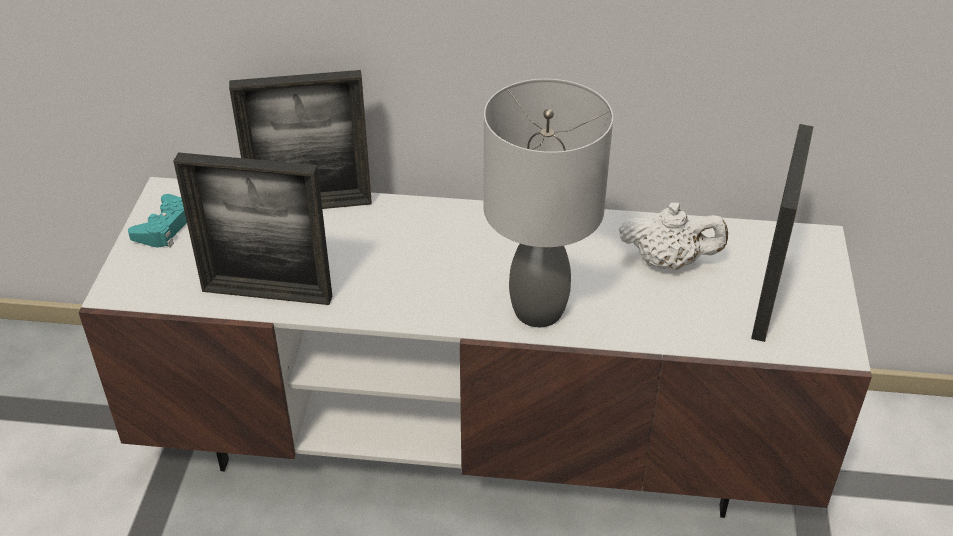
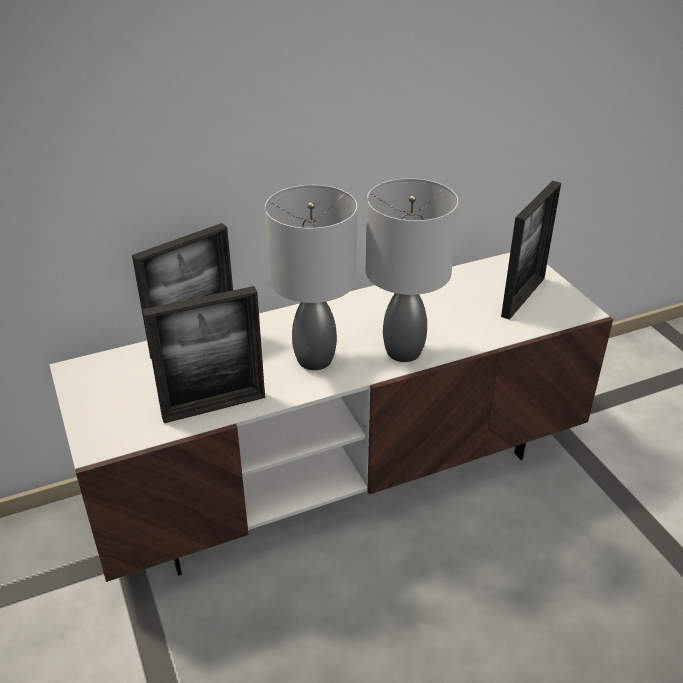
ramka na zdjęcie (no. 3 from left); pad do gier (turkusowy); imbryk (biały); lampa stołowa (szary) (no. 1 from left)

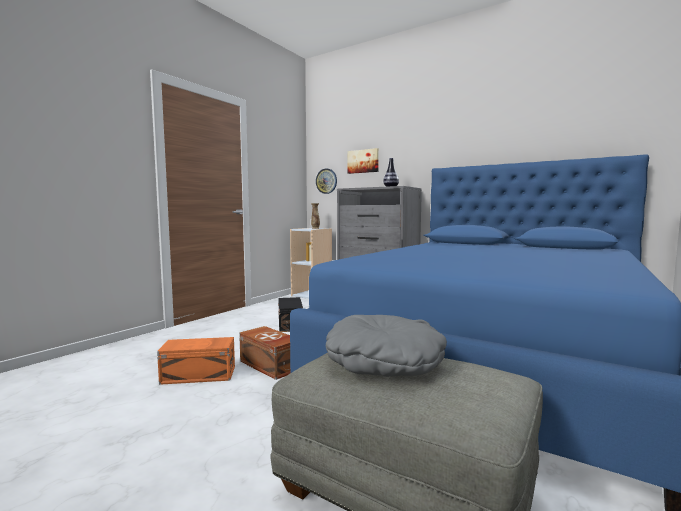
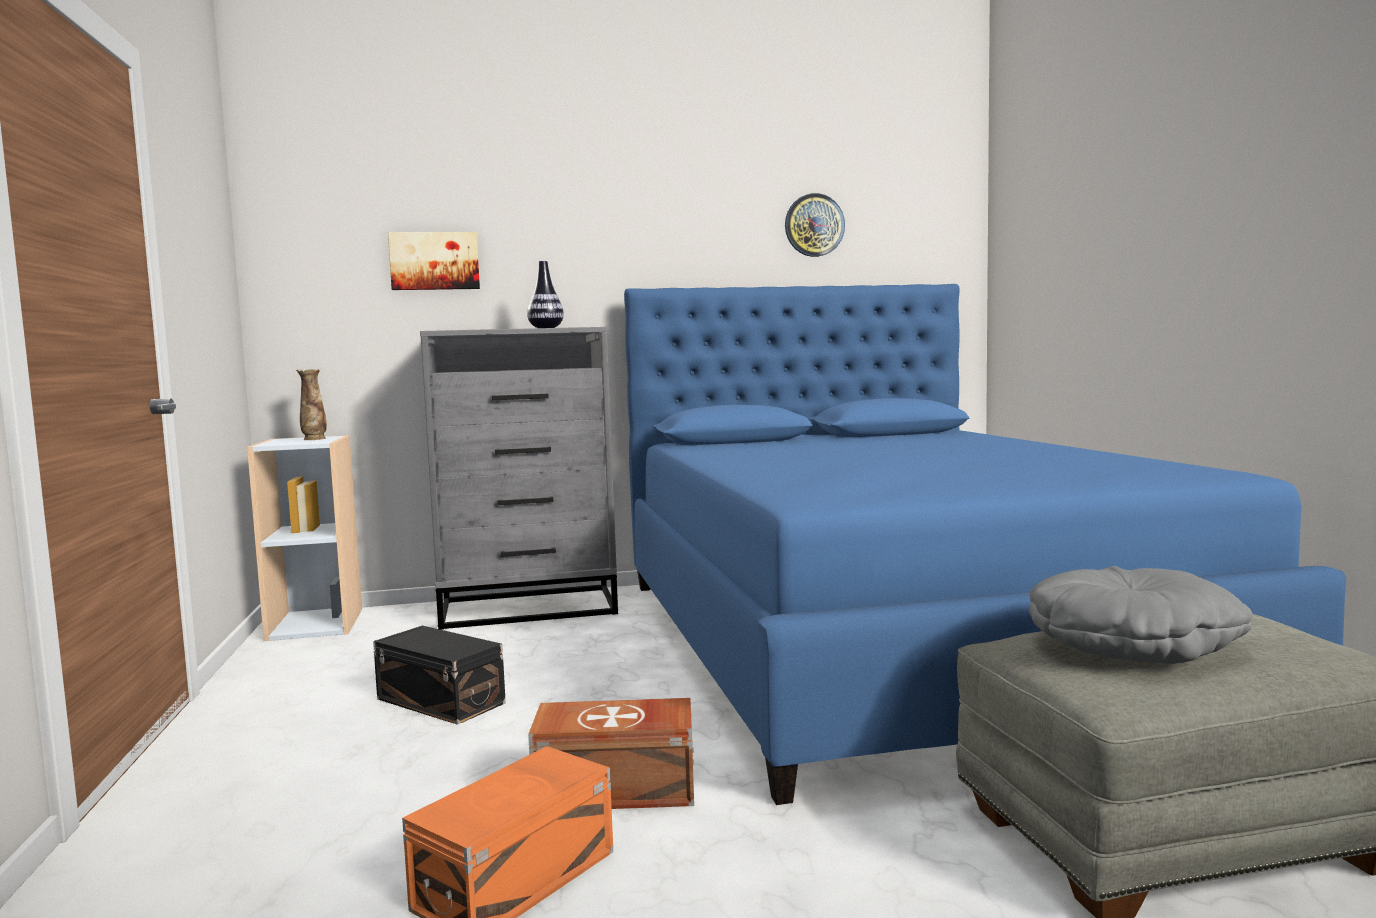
zegar ścienny

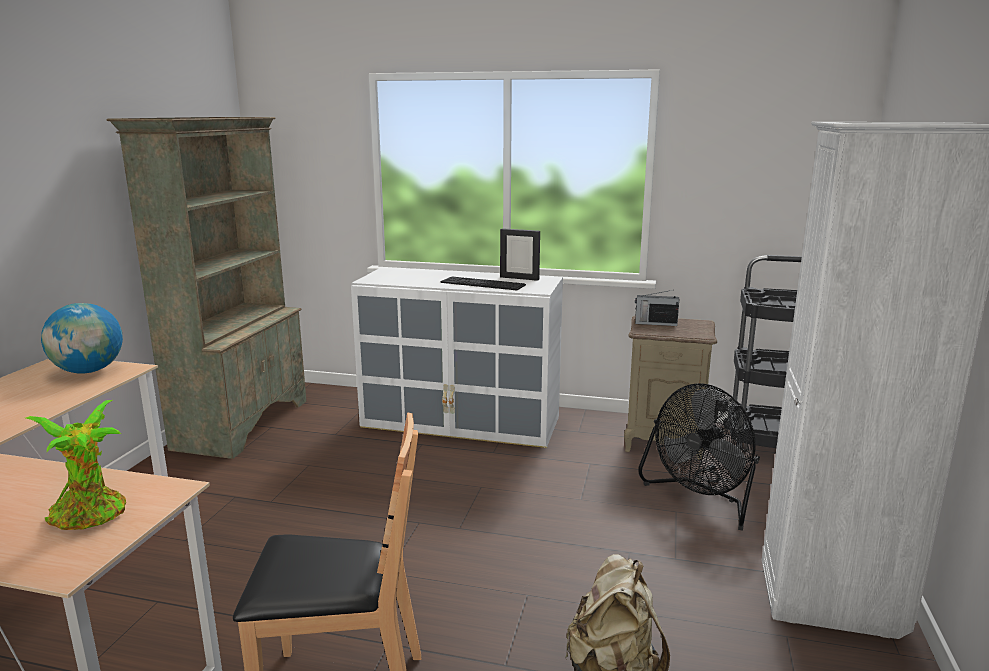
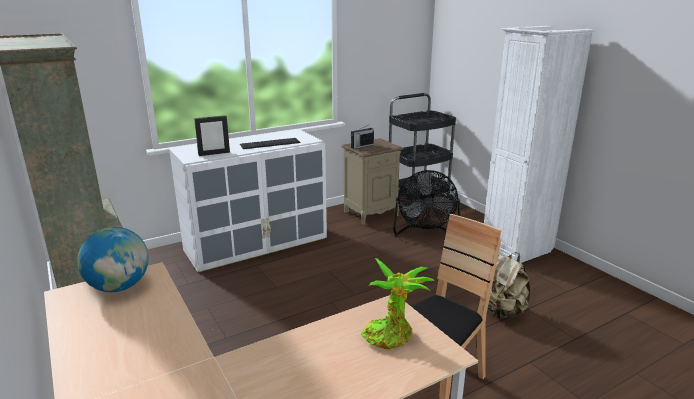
ramka na zdjęcie

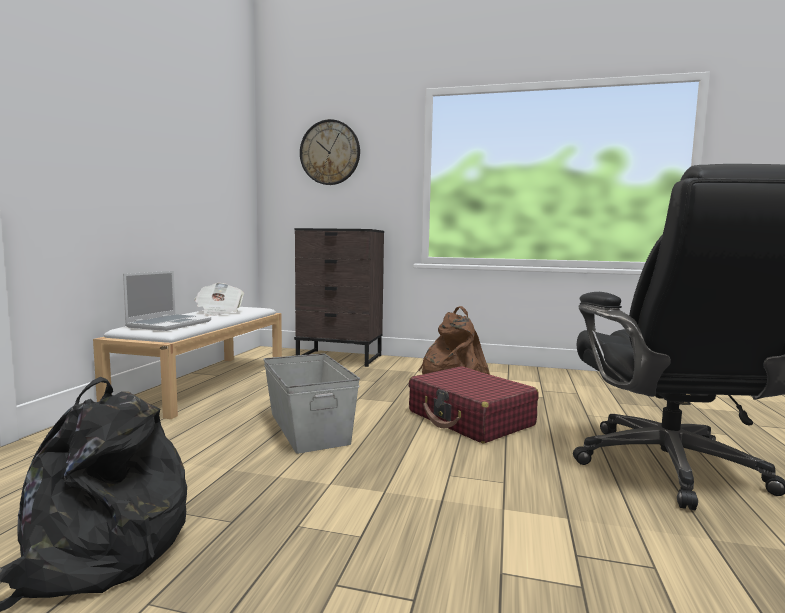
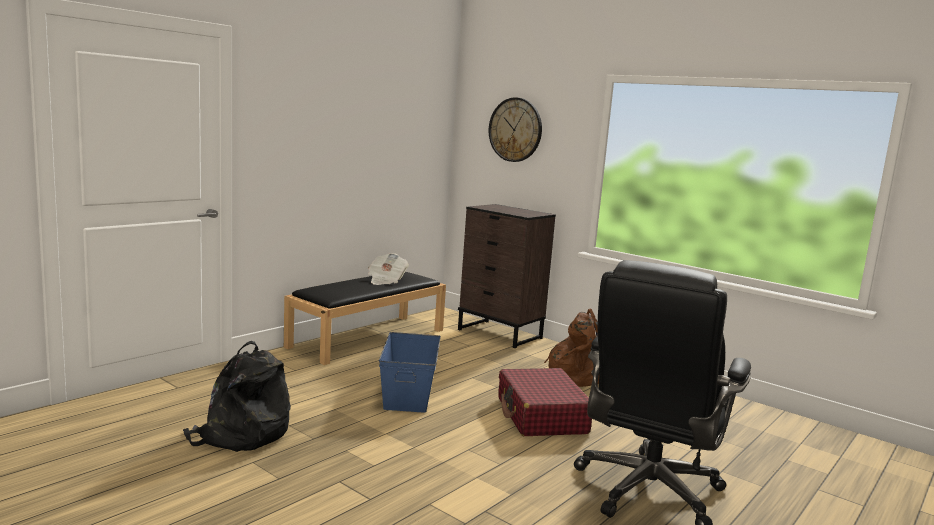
laptop; ławka (czarny); pojemnik do przechowywania (niebieski)

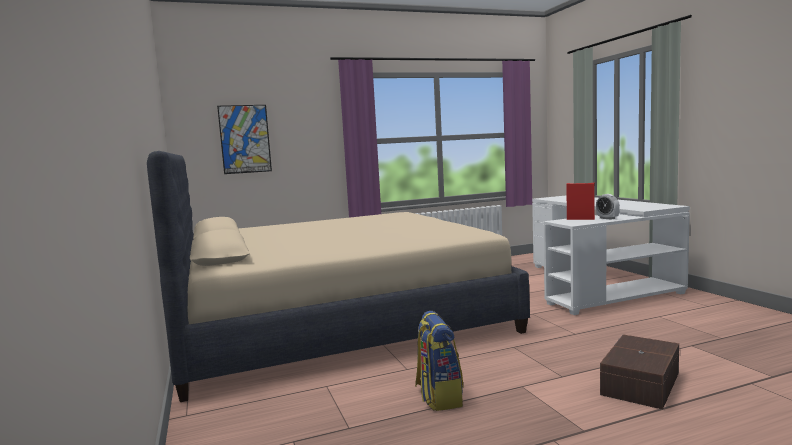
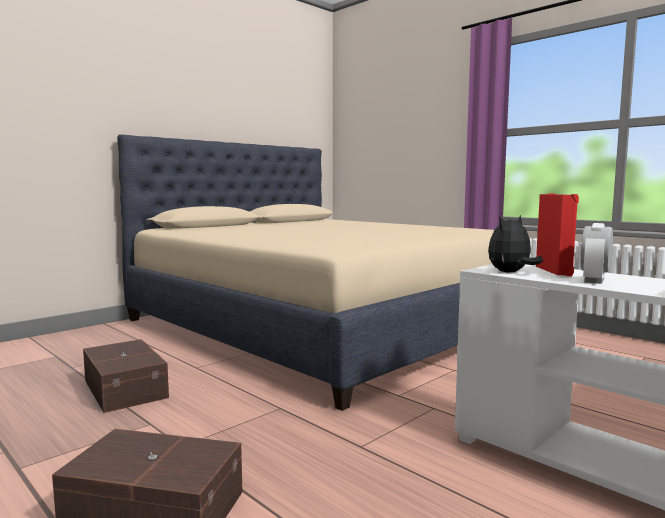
obraz; pojemnik do przechowywania (brązowy) (no. 1 from left); pluszak

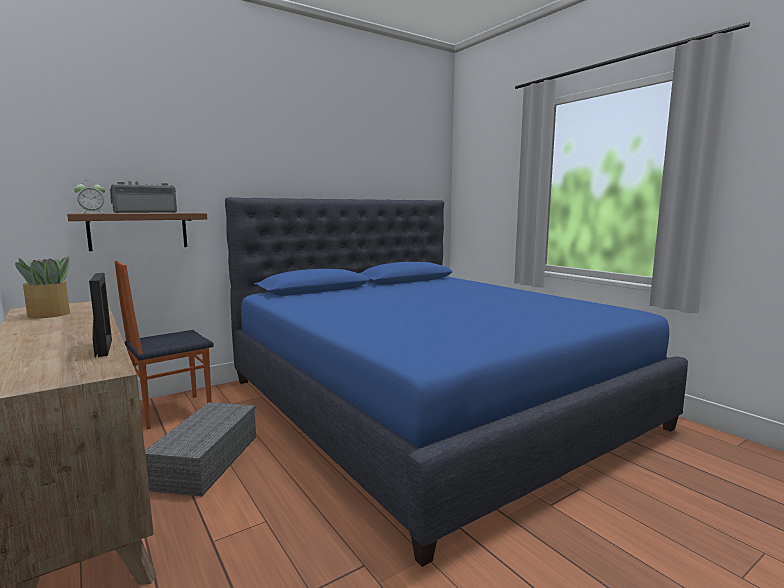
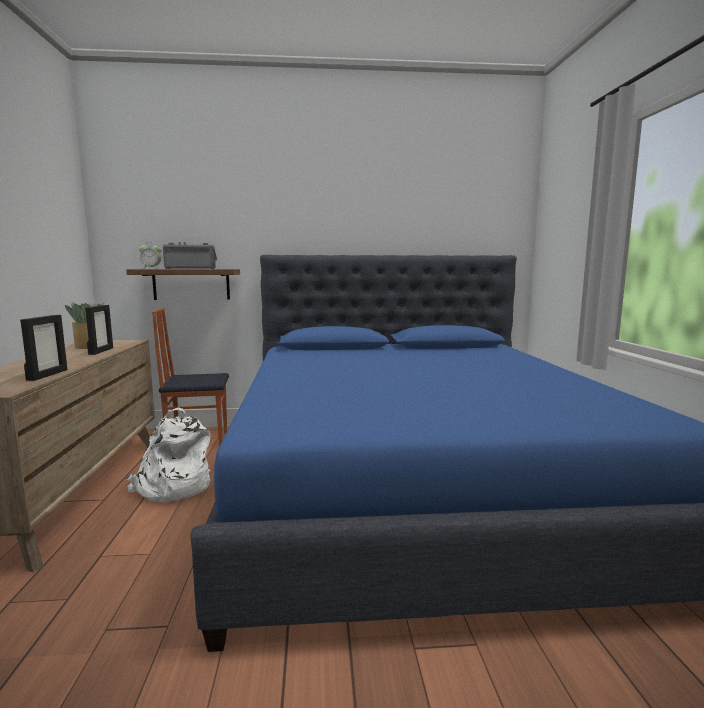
plecak (biały); ramka na zdjęcie (no. 2 from left)

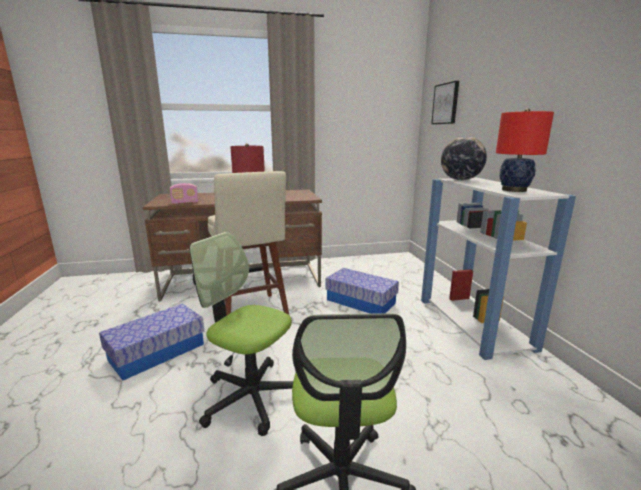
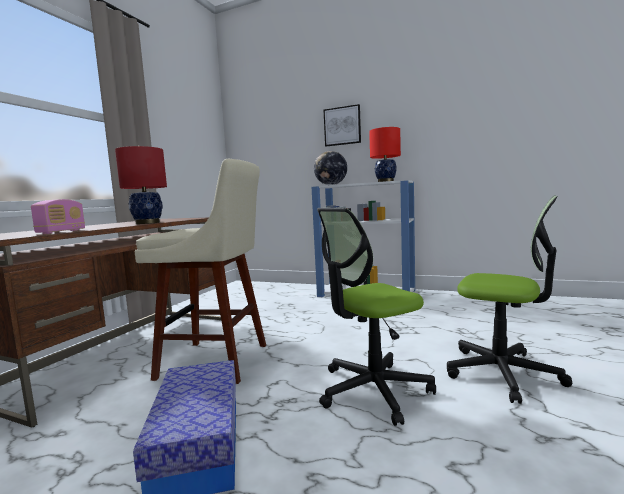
obraz; pojemnik do przechowywania (no. 2 from left in the first image)

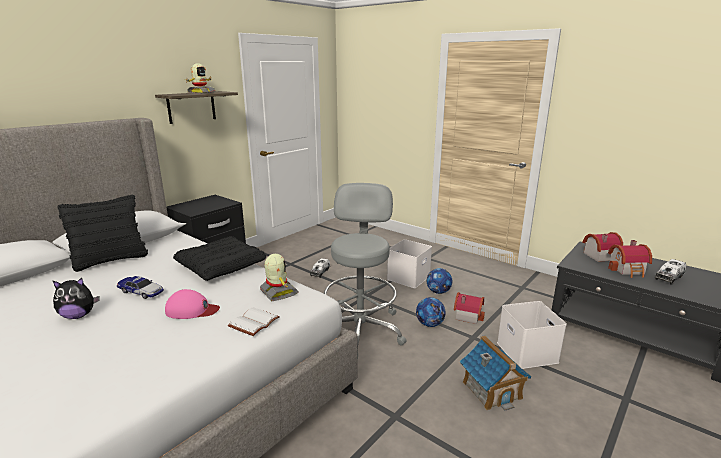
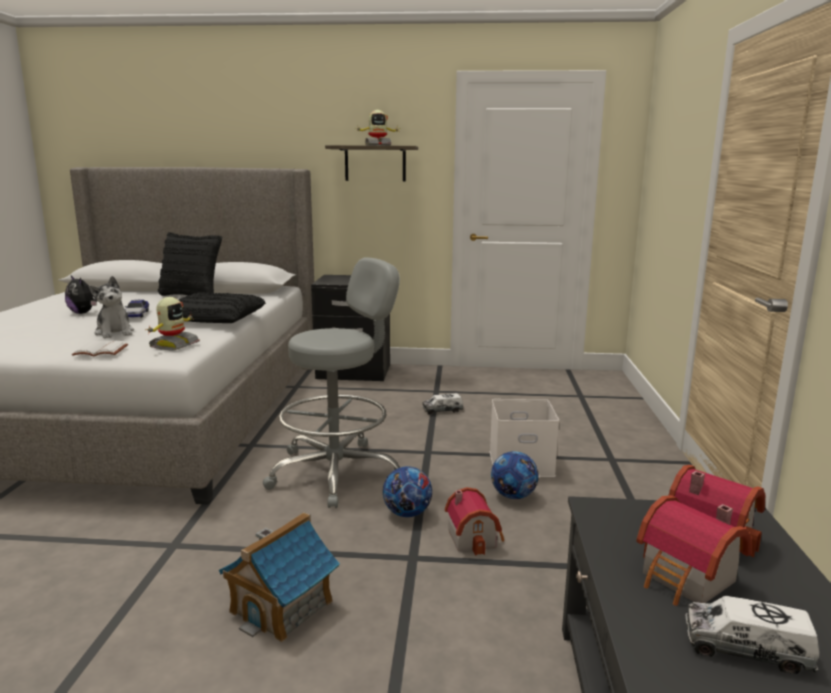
pluszak (no. 2 from left); pojemnik do przechowywania (biały) (no. 2 from left in the first image)

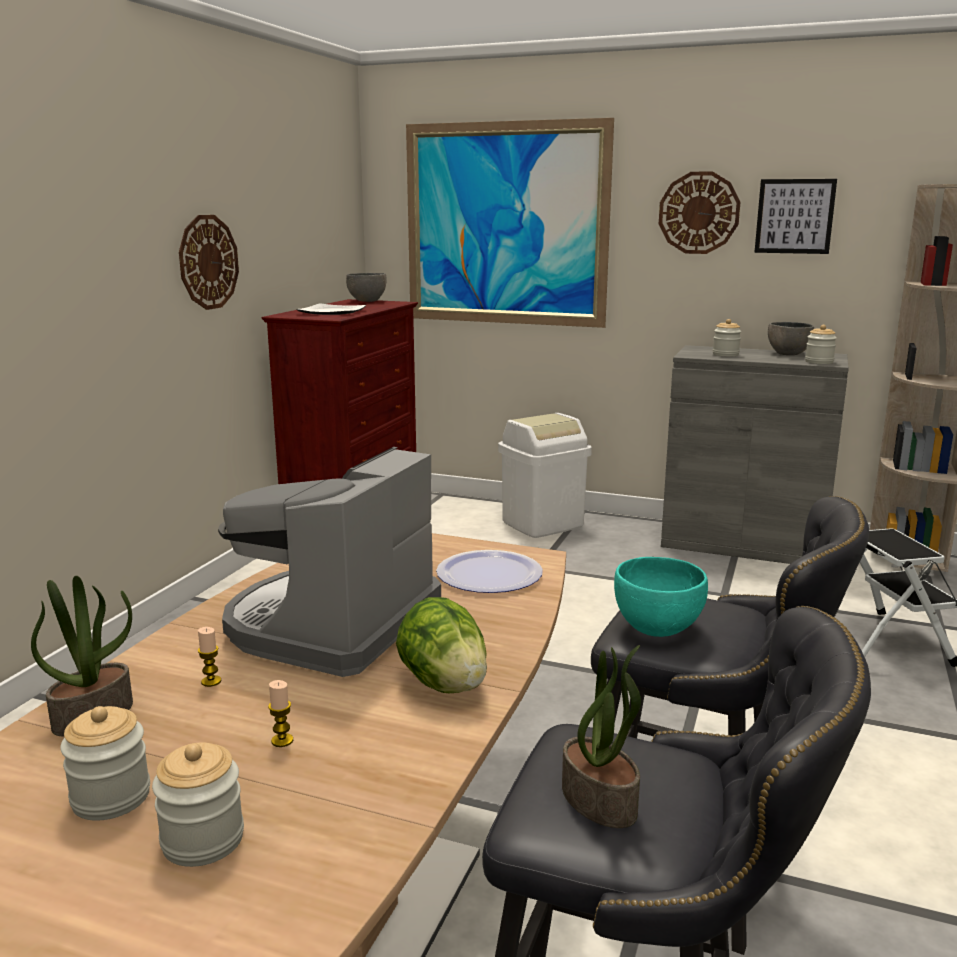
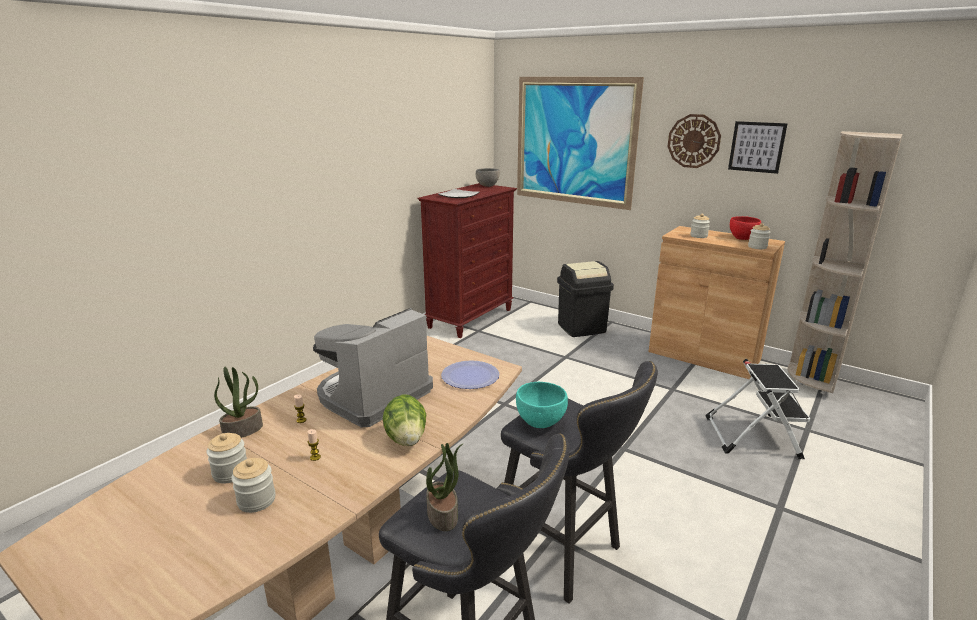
zegar ścienny (no. 1 from left in the first image); miska (czerwony); szafka (brązowy); kosz na śmieci (czarny)

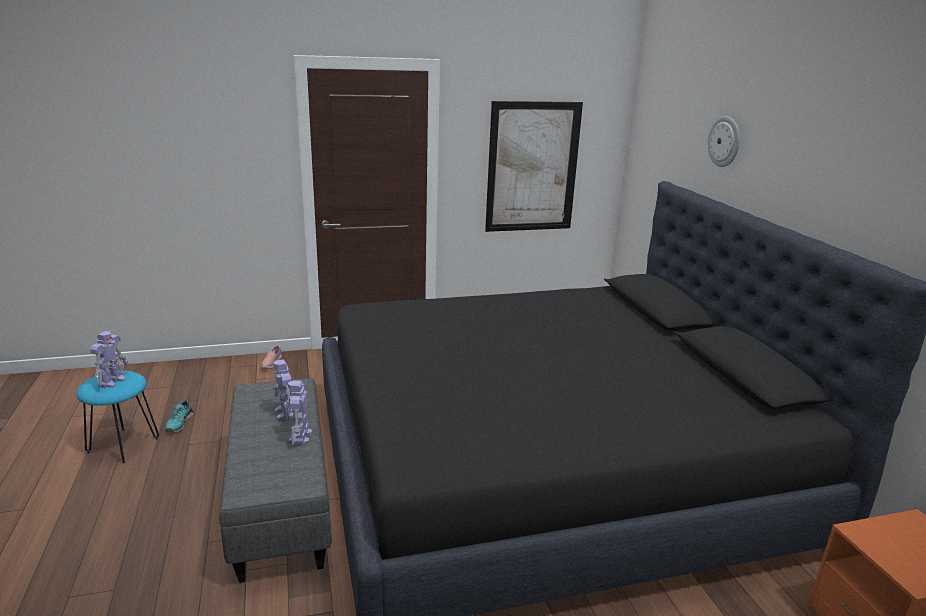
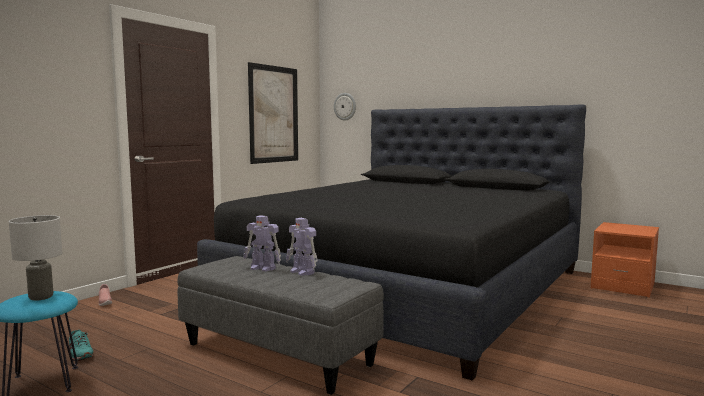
zegar ścienny; lampa stołowa (biały)

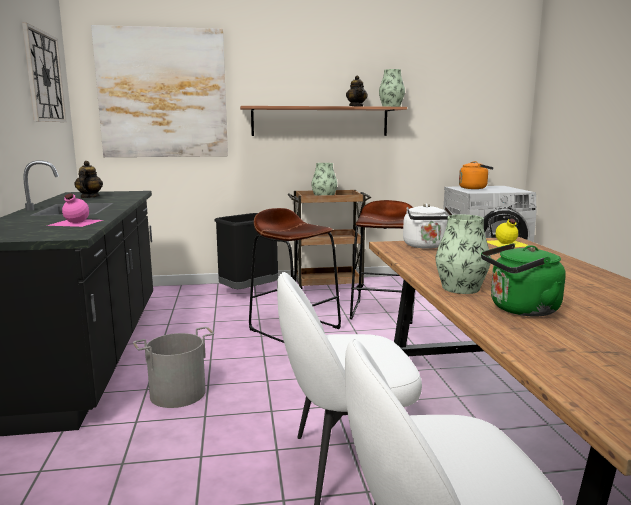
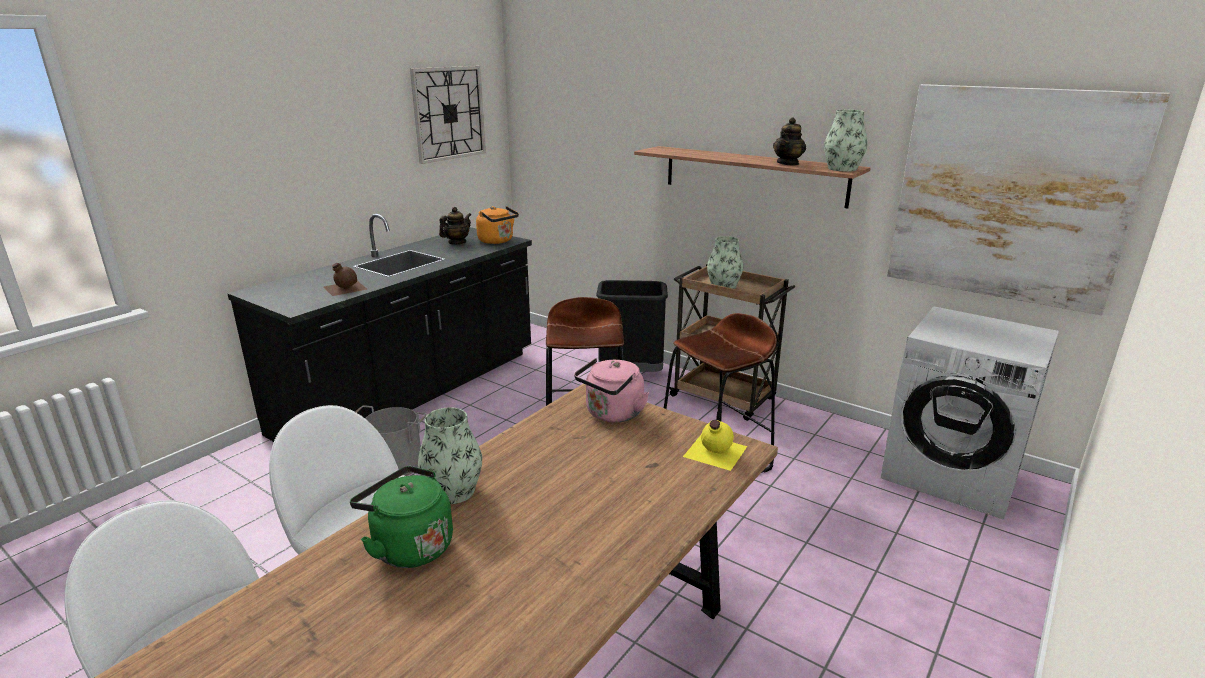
obraz; czajnik (pomarańczowy); butelka (brązowy); czajnik (różowy)

